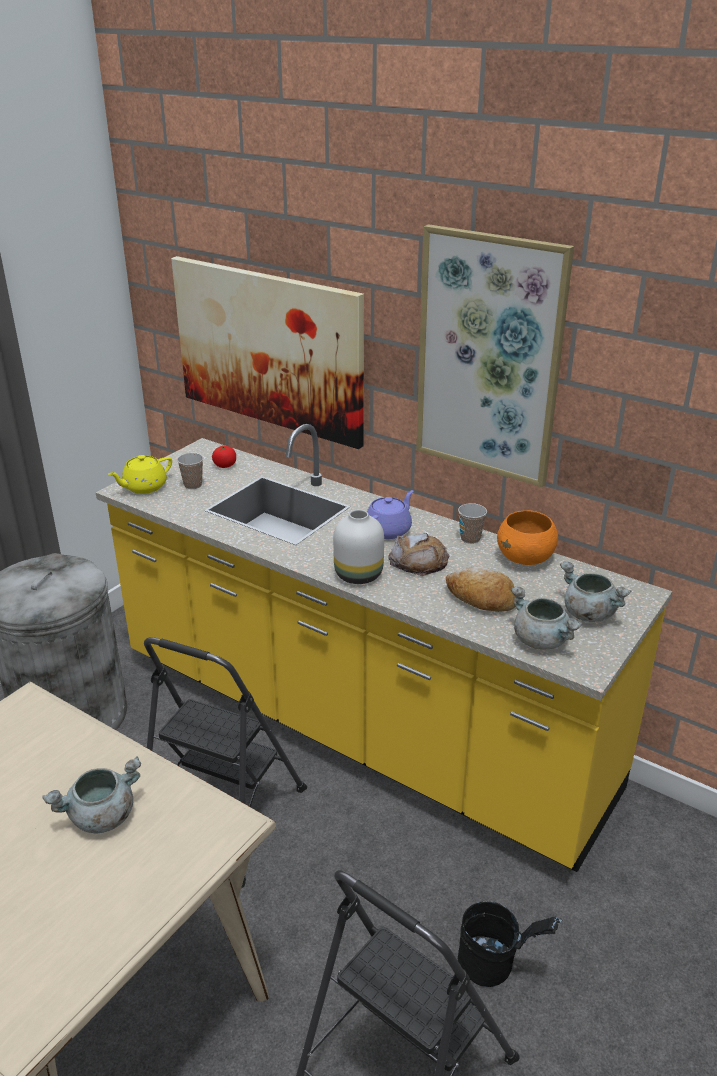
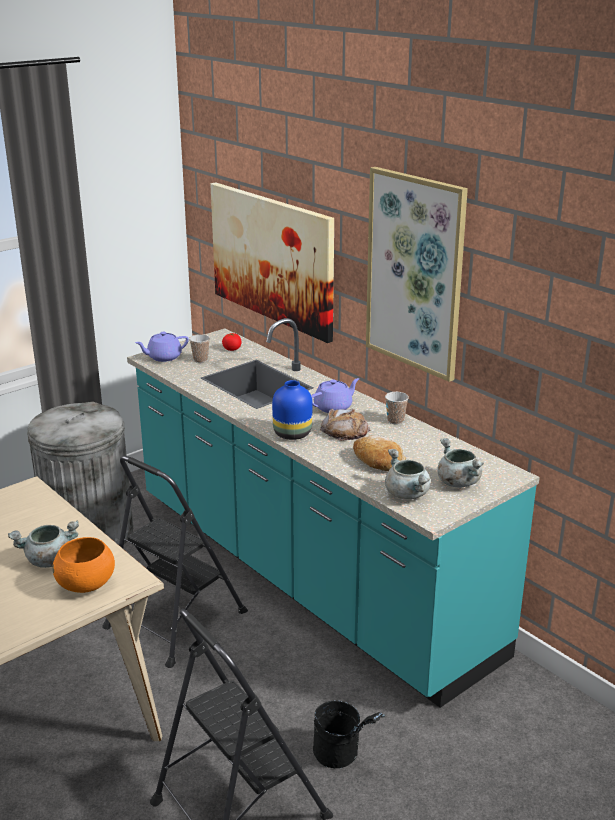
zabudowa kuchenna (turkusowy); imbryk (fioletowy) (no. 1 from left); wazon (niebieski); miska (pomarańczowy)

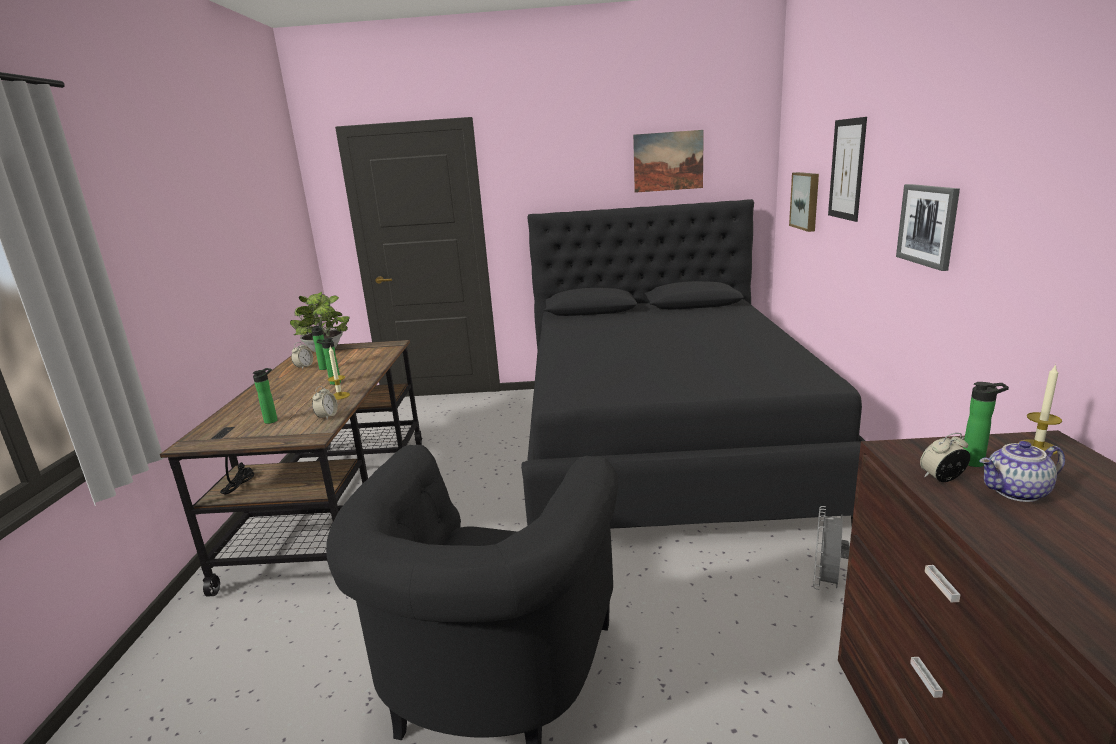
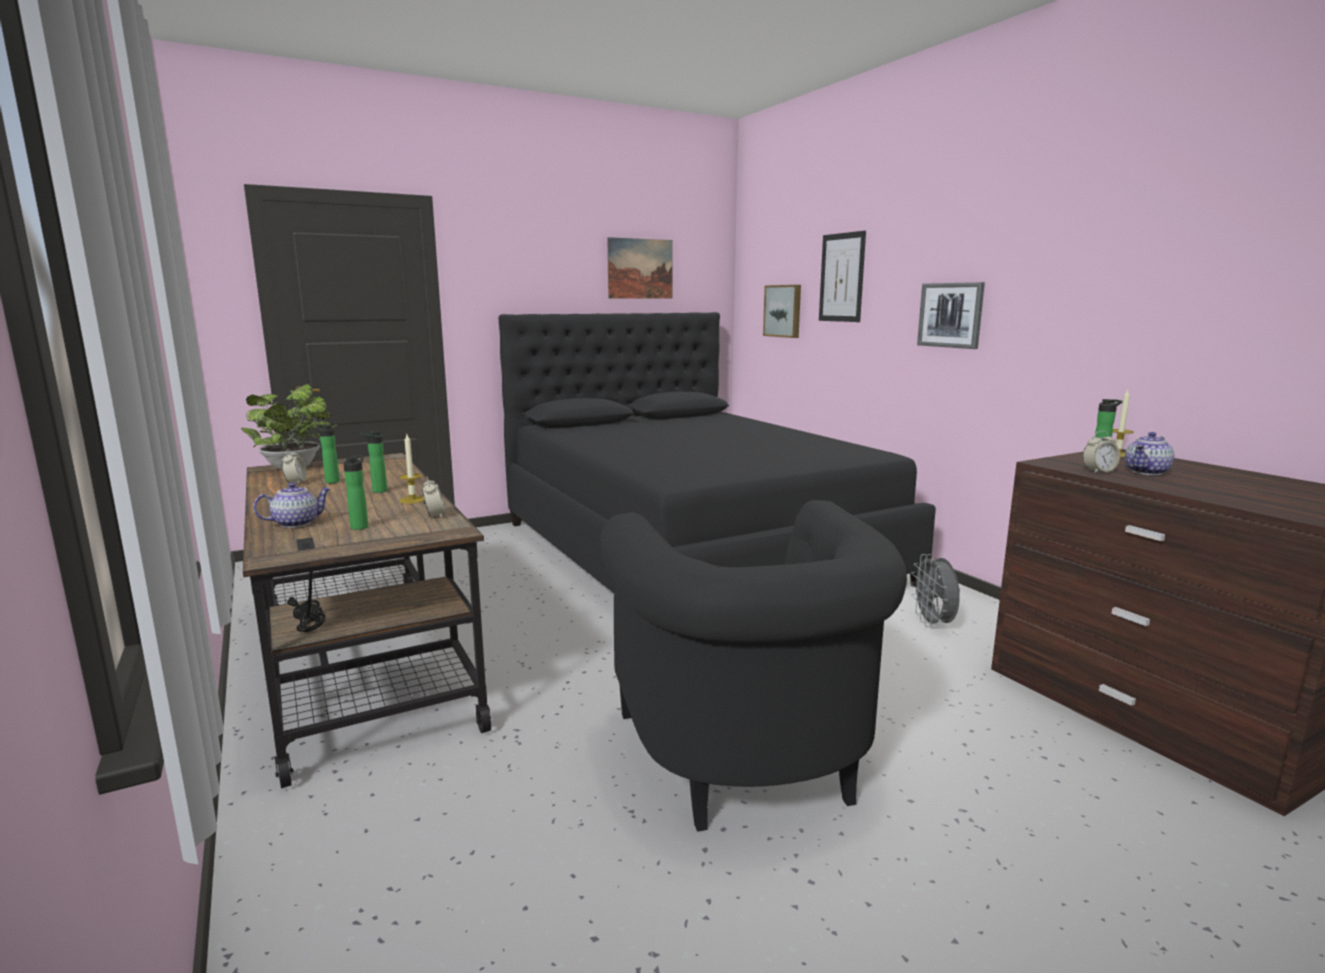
budzik (no. 3 from left); imbryk (no. 1 from left)

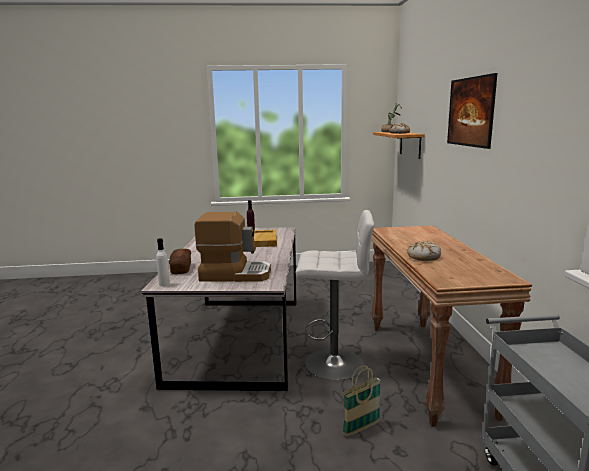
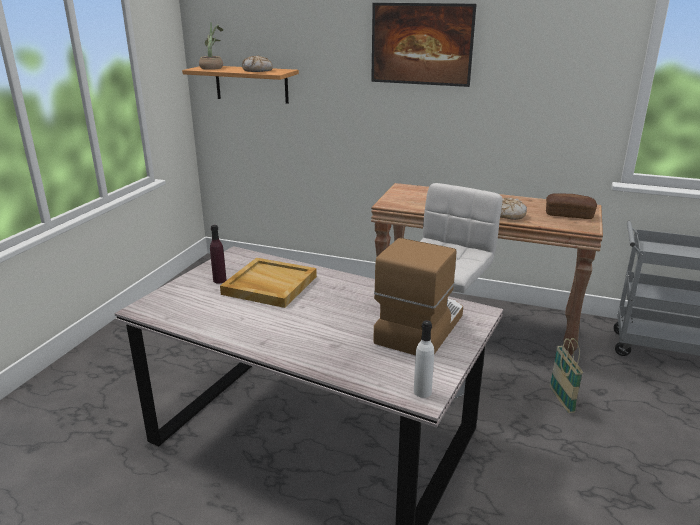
chleb (no. 3 from left)

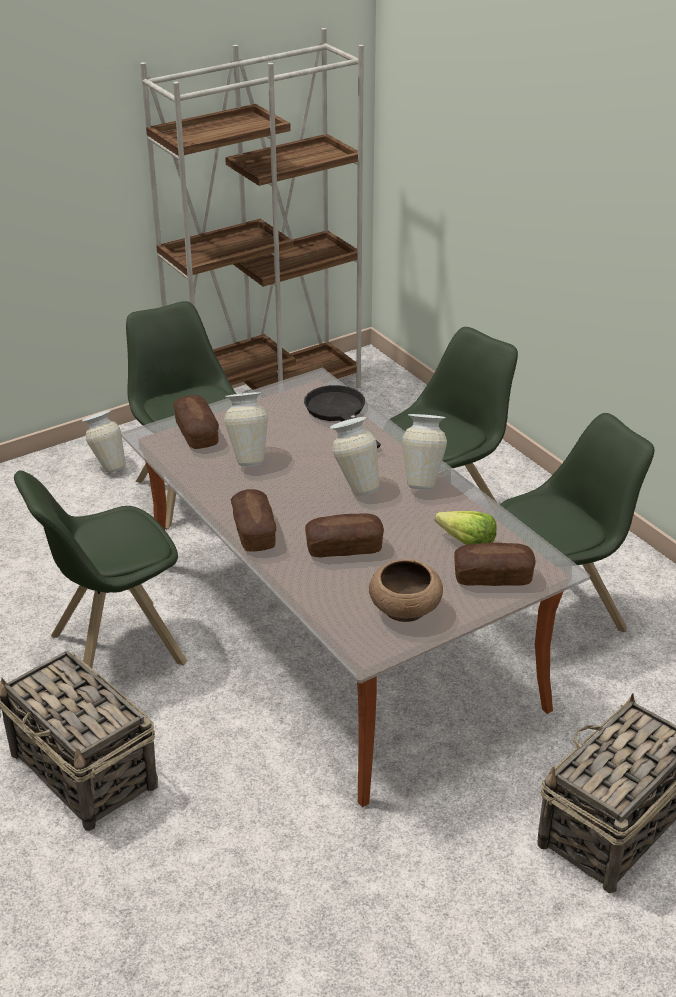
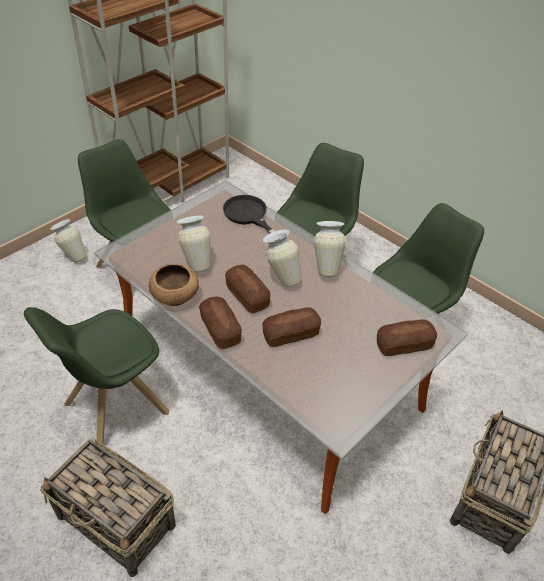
chleb (no. 2 from left); sałata; miska (brązowy)

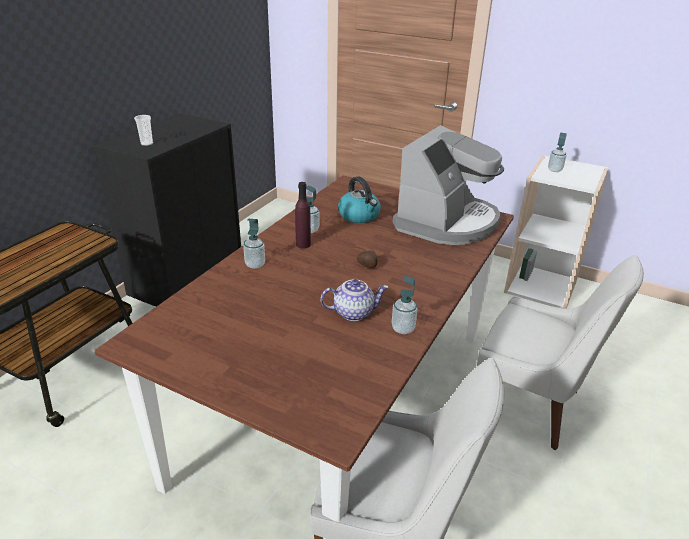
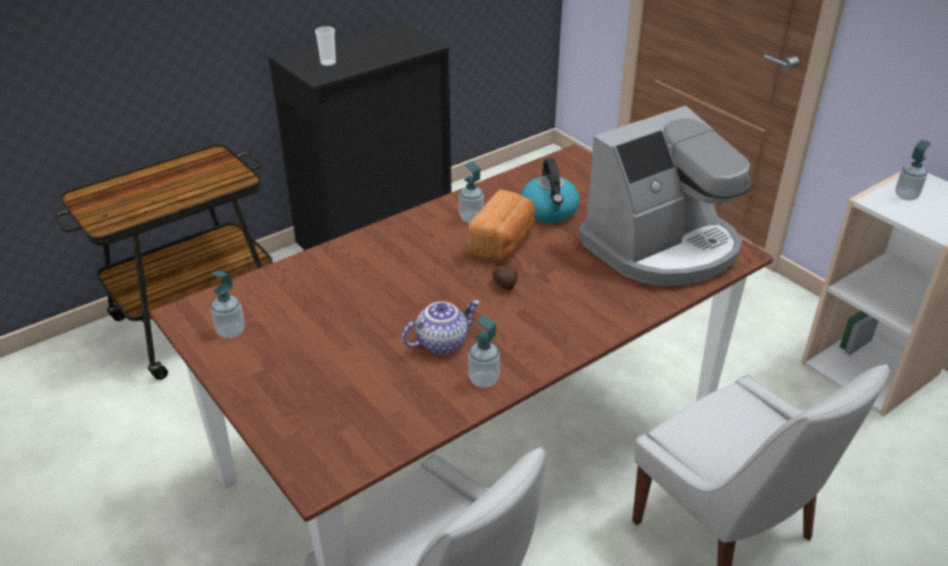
butelka (fioletowy); dozownik mydła (no. 1 from left); imbryk; chleb

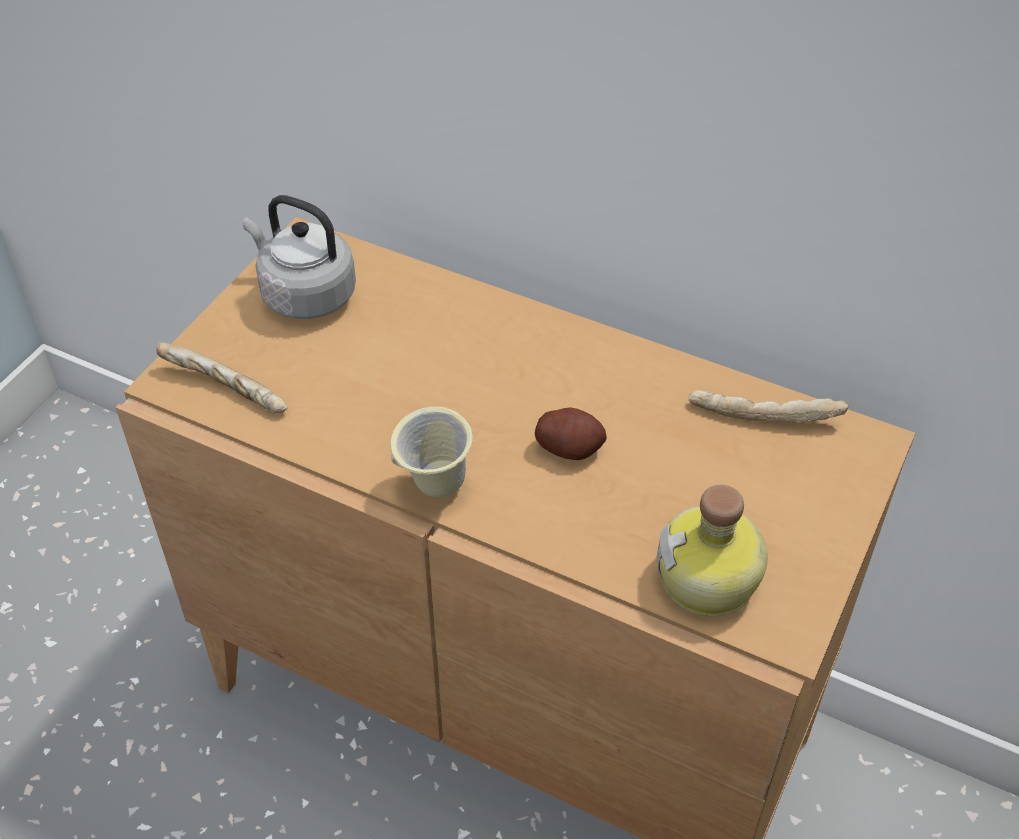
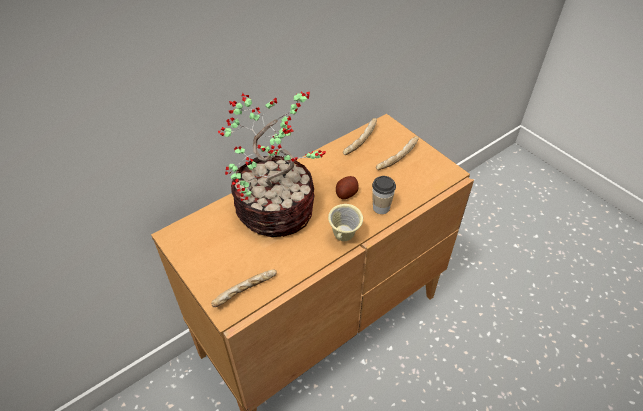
czajnik (szary); butelka; roślina doniczkowa; chleb (no. 3 from left); filiżanka

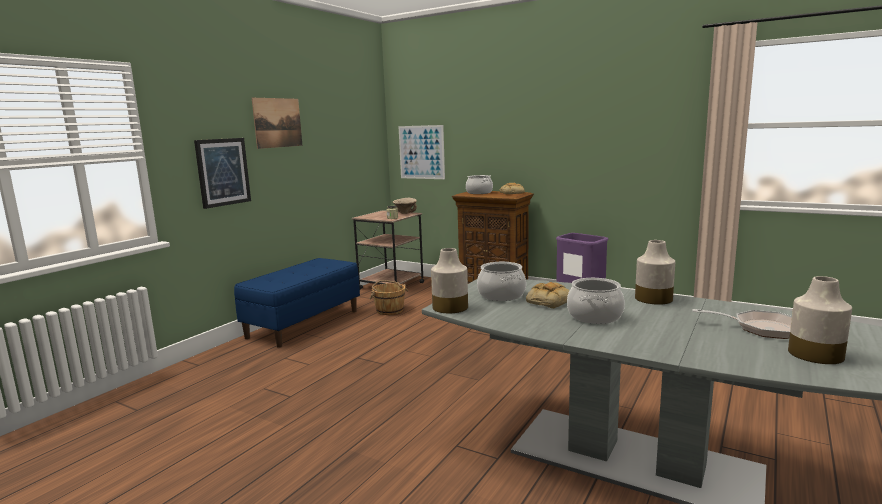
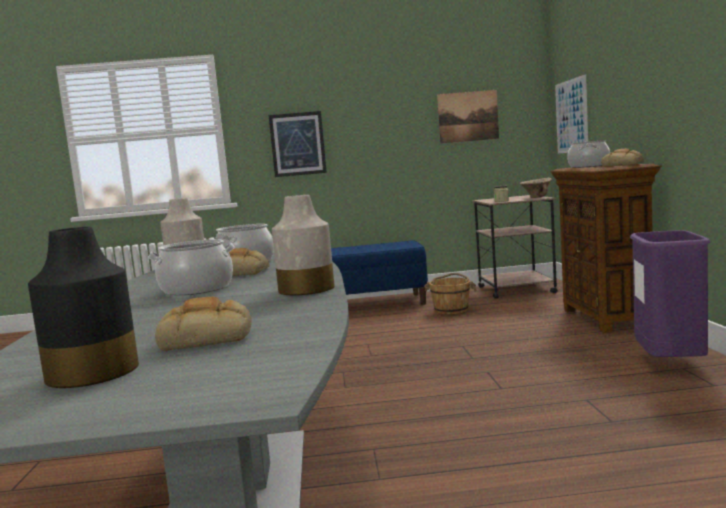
obraz (no. 2 from left); wazon (czarny); chleb (no. 1 from left)

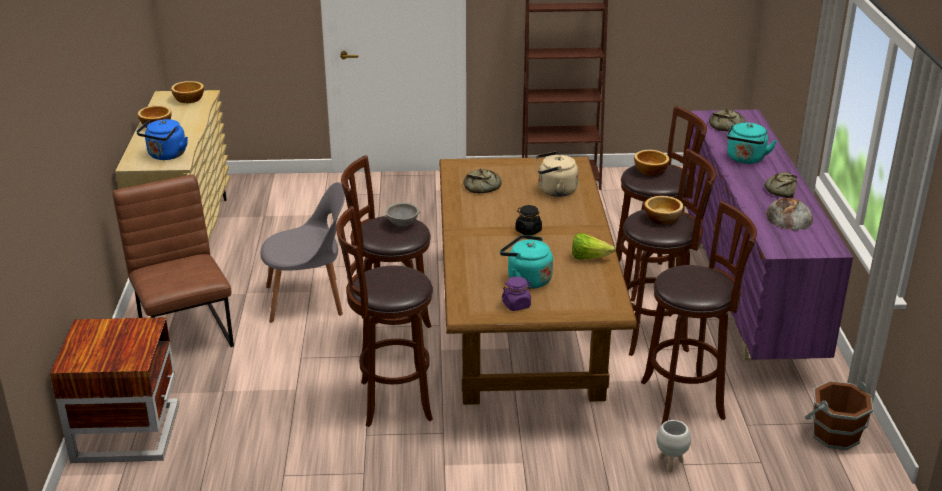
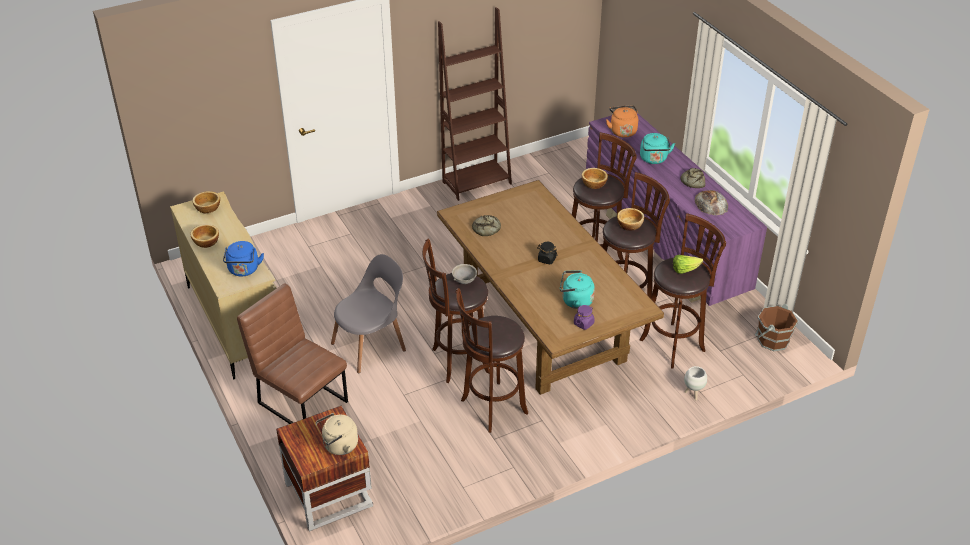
czajnik (pomarańczowy); czajnik (beżowy); sałata

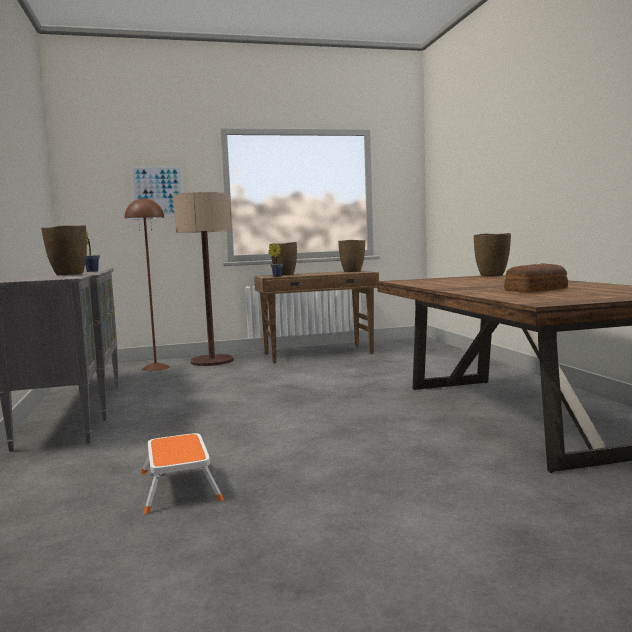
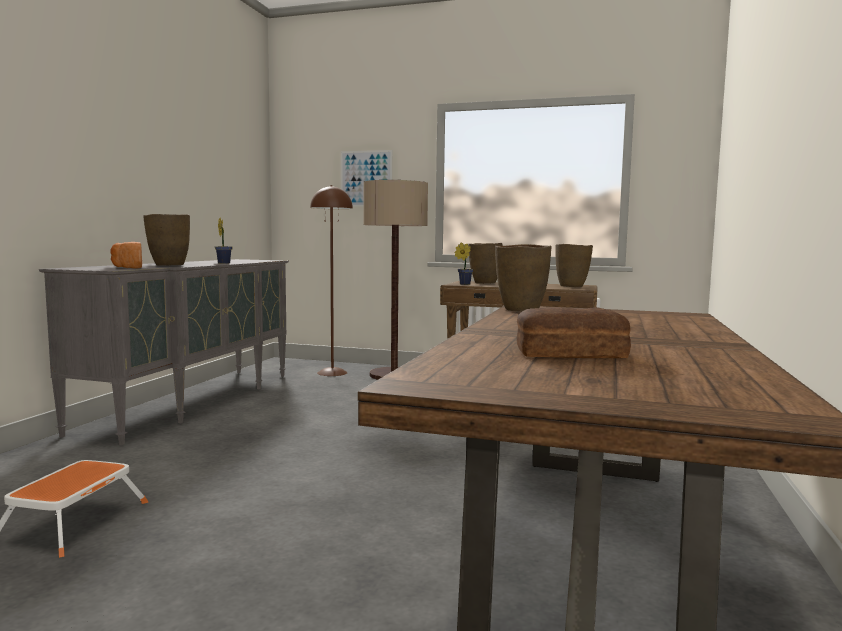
wazon (brązowy) (no. 3 from left); chleb (no. 1 from left)

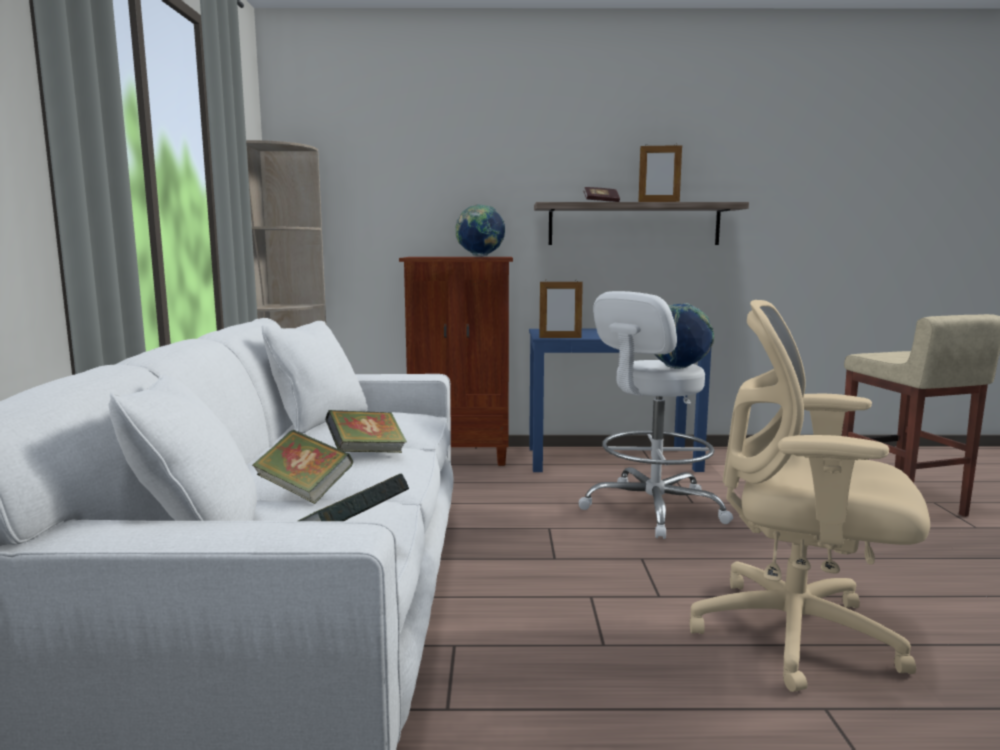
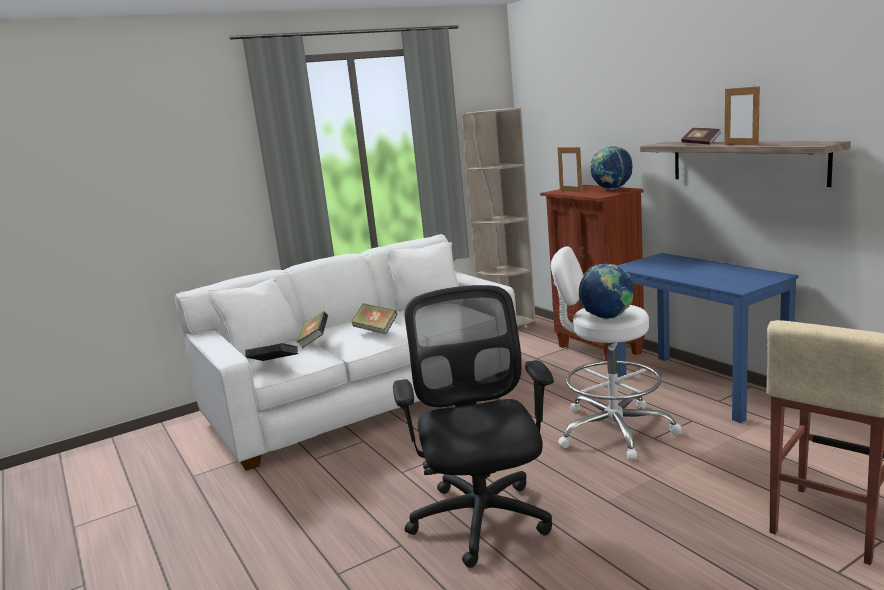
ramka na zdjęcie (no. 1 from left); krzesło biurowe (czarny)

